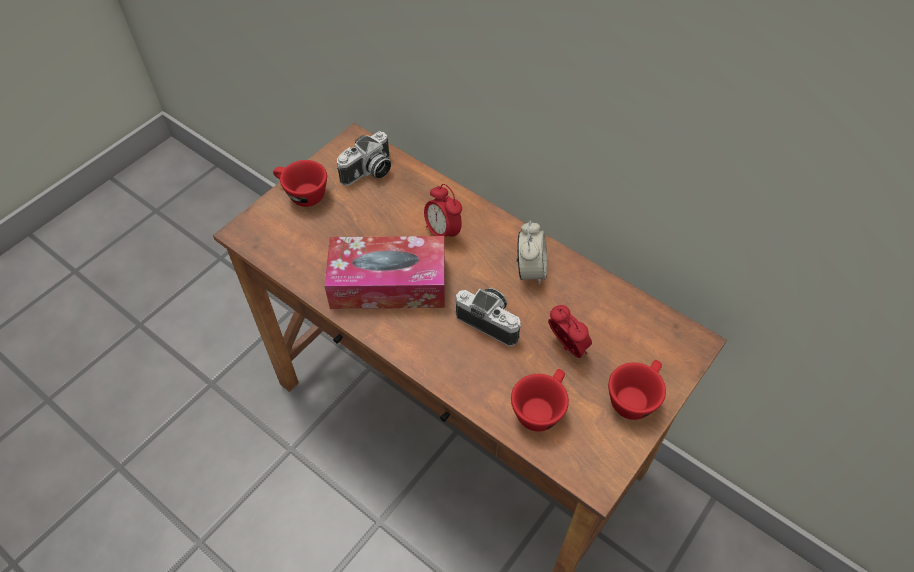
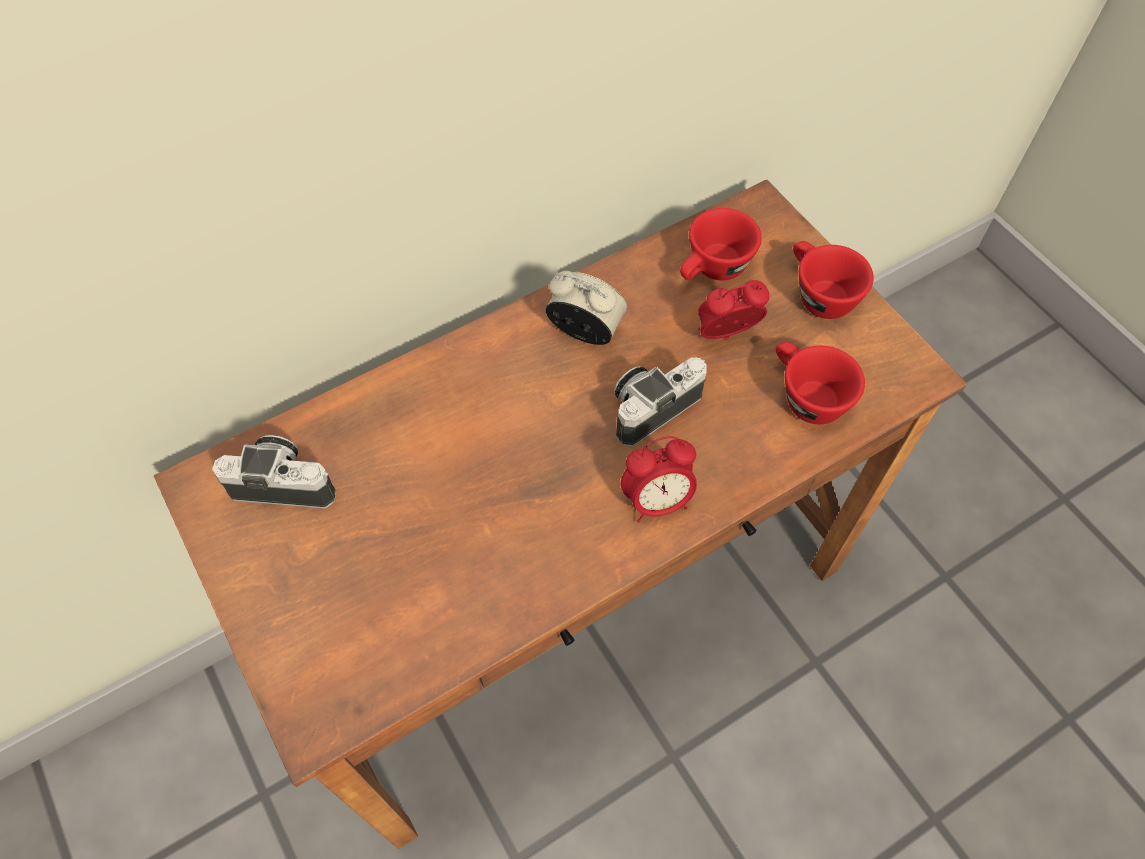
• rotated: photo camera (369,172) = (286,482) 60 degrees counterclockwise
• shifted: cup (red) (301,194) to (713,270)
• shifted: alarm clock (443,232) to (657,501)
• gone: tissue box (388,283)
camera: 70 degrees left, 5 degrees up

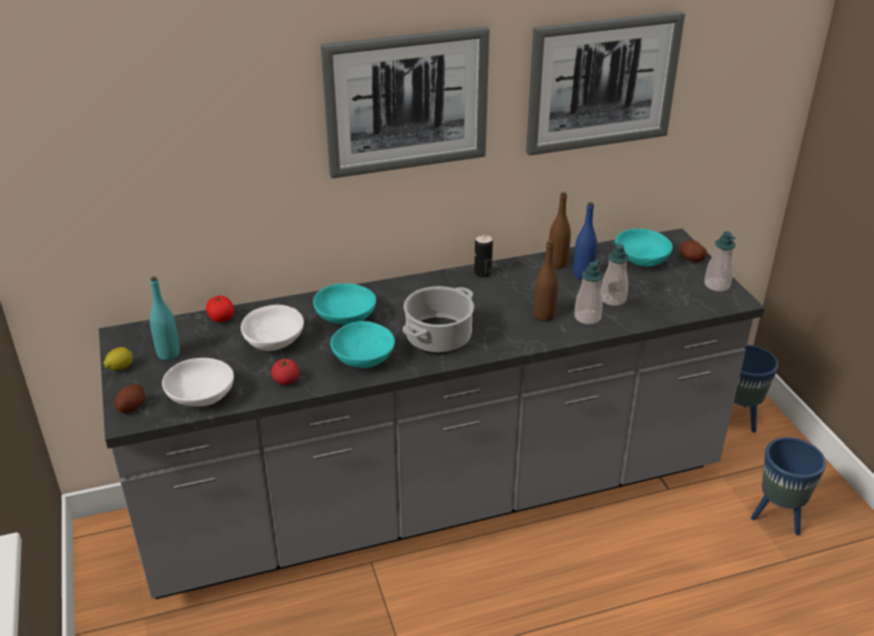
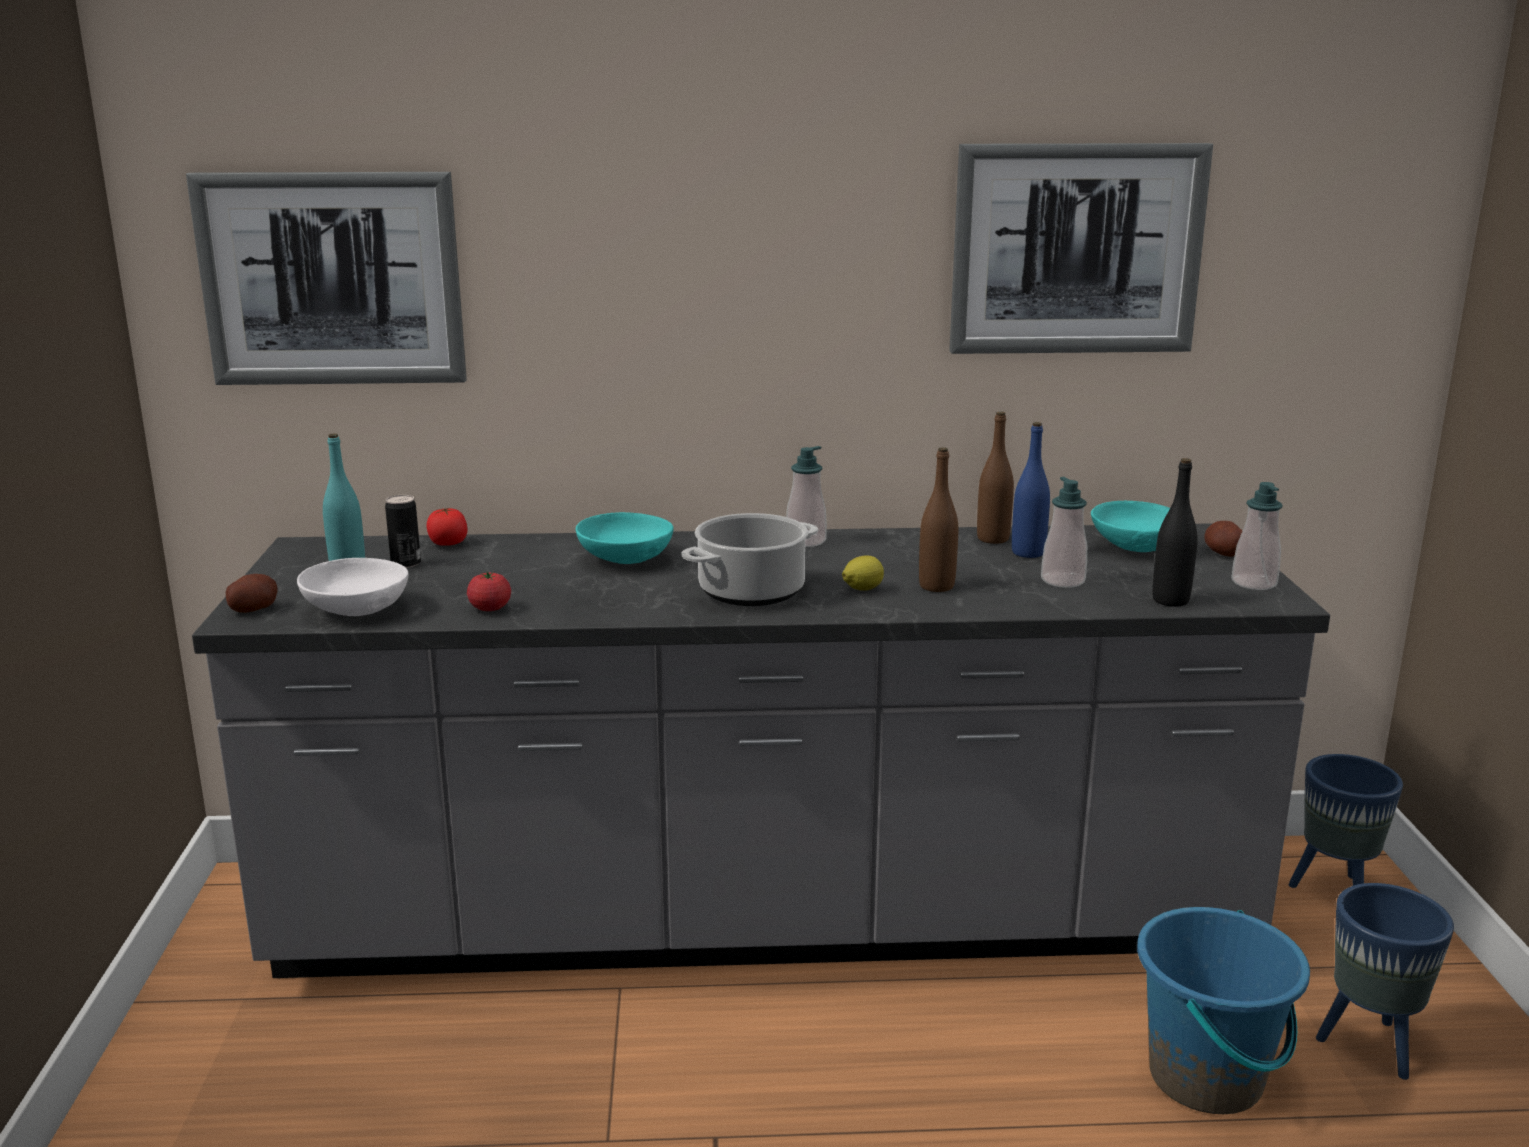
• shifted: picture (406,102) to (332,279)
• shifted: can (482,273) to (406,563)
• shifted: soap dispenser (587,317) to (805,541)
• gone: bowl (white) (275,342)
• gone: bowl (turquoise) (362,359)
• shifted: lemon (120,368) to (862,589)
• new: bottle (black) (1170,600)
• new: bucket (blue) (1207,1078)
camera: 15 degrees right, 15 degrees down

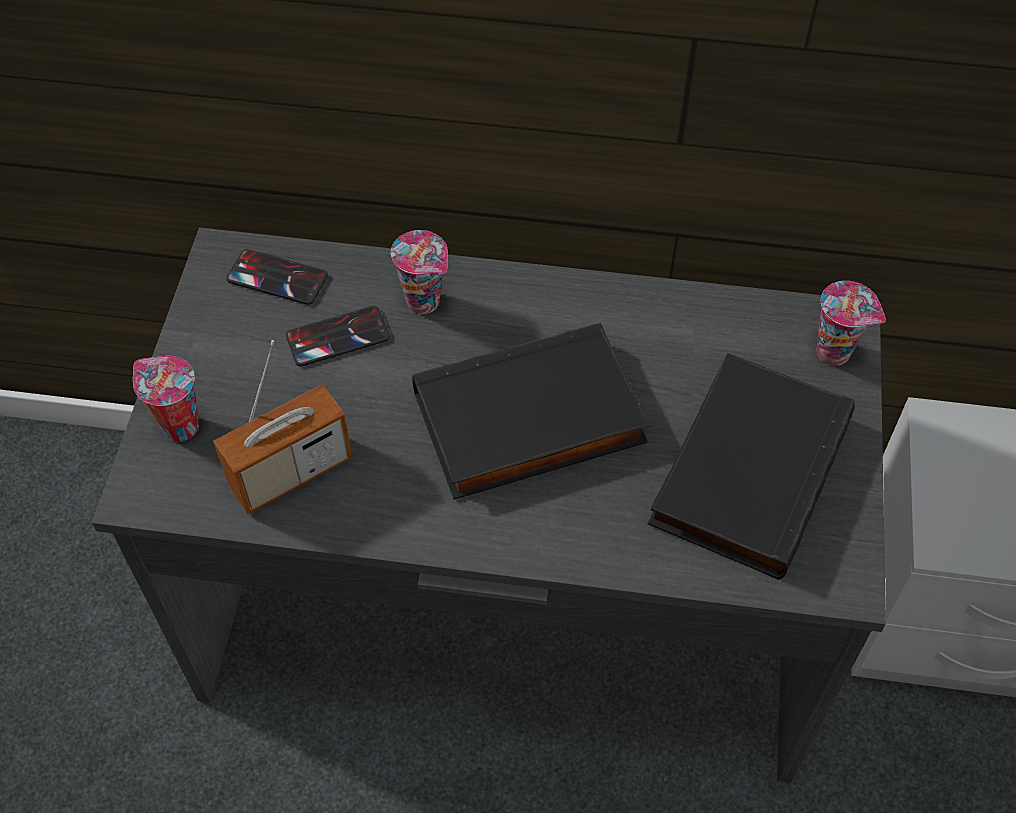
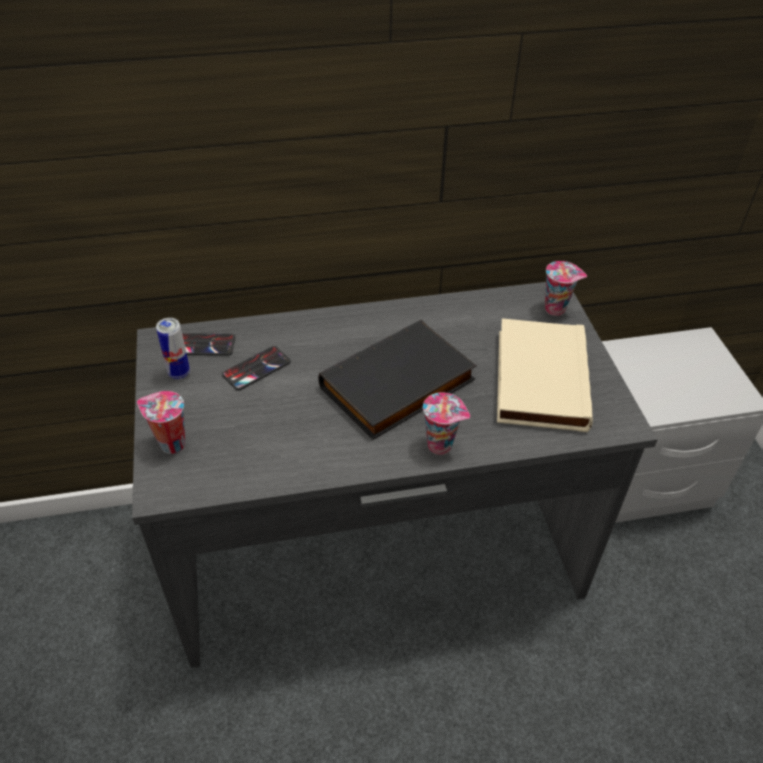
• shifted: cup (425,302) to (441,445)
• gone: radio (291,473)
• repainted: book (black) (746,467) to book (beige) (537,378)
• new: can (179,373)
camera: 20 degrees left, 10 degrees down

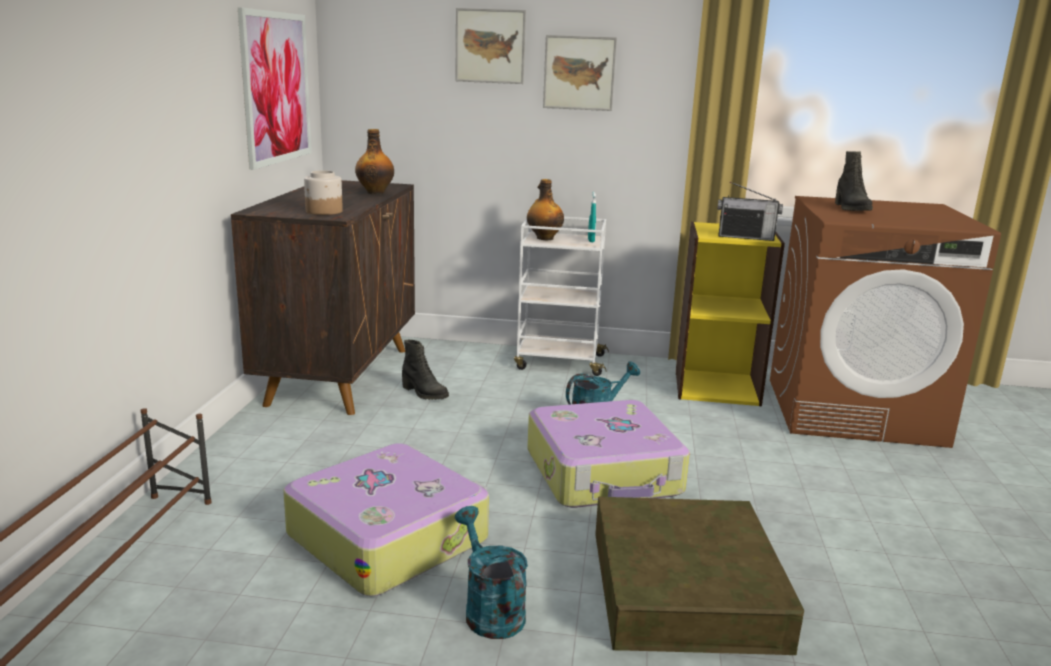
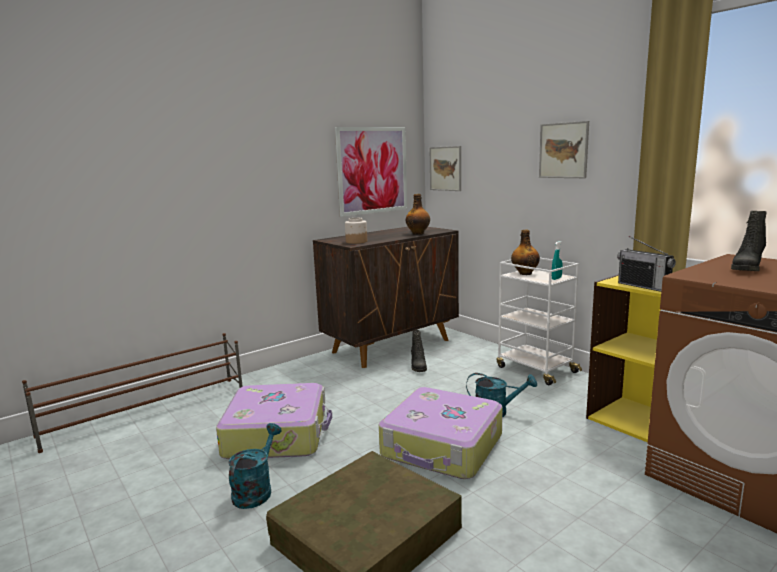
• shifted: picture (490,46) to (445,168)
camera: 45 degrees right, 5 degrees down

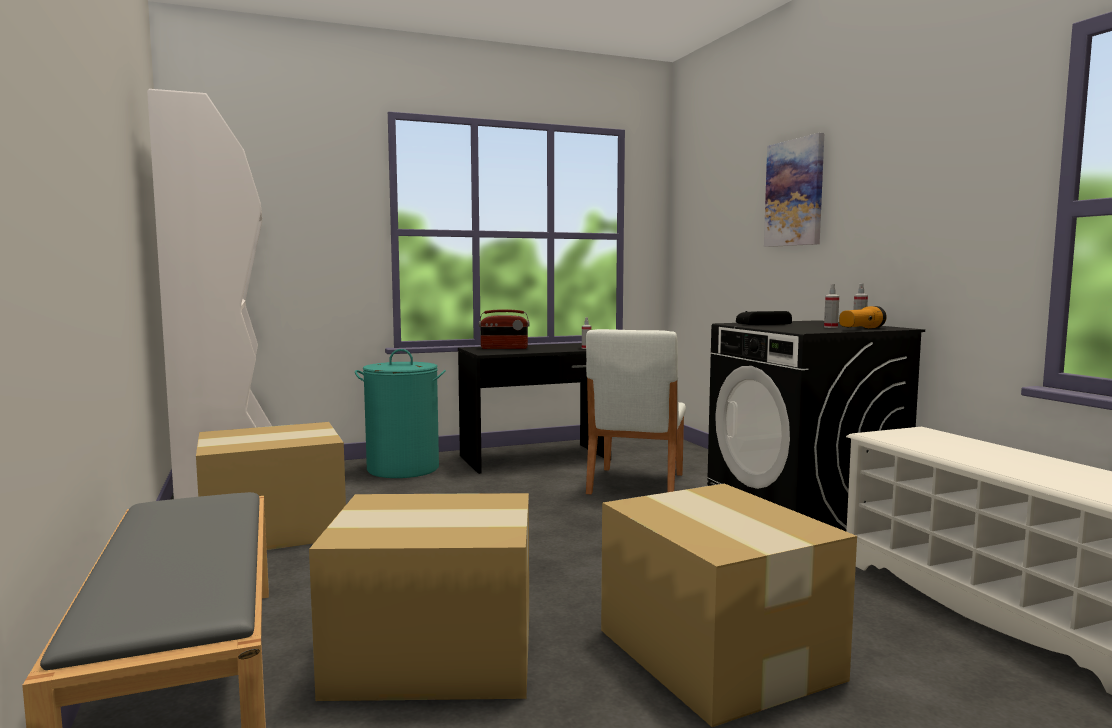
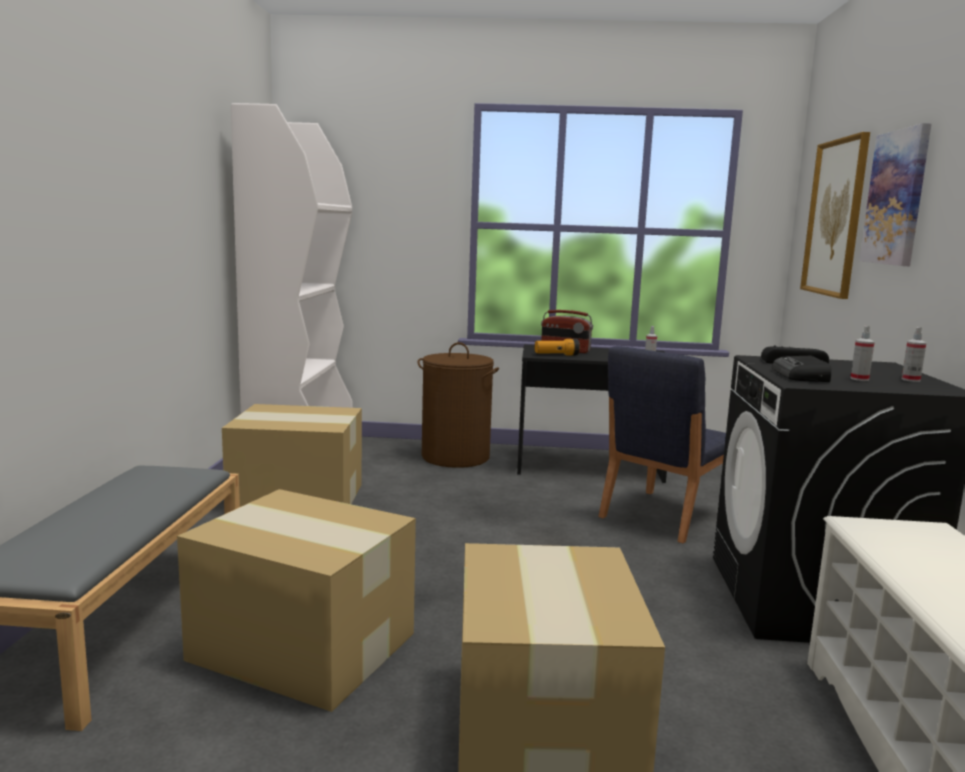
• shifted: flashlight (861,329) to (556,355)
• repainted: chair (white) (635,484) to chair (blue) (662,516)
• repainted: laundry basket (turquoise) (403,469) to laundry basket (brown) (455,457)
• new: picture (835,218)
• new: radio (801,376)
camera: 25 degrees right, 5 degrees up

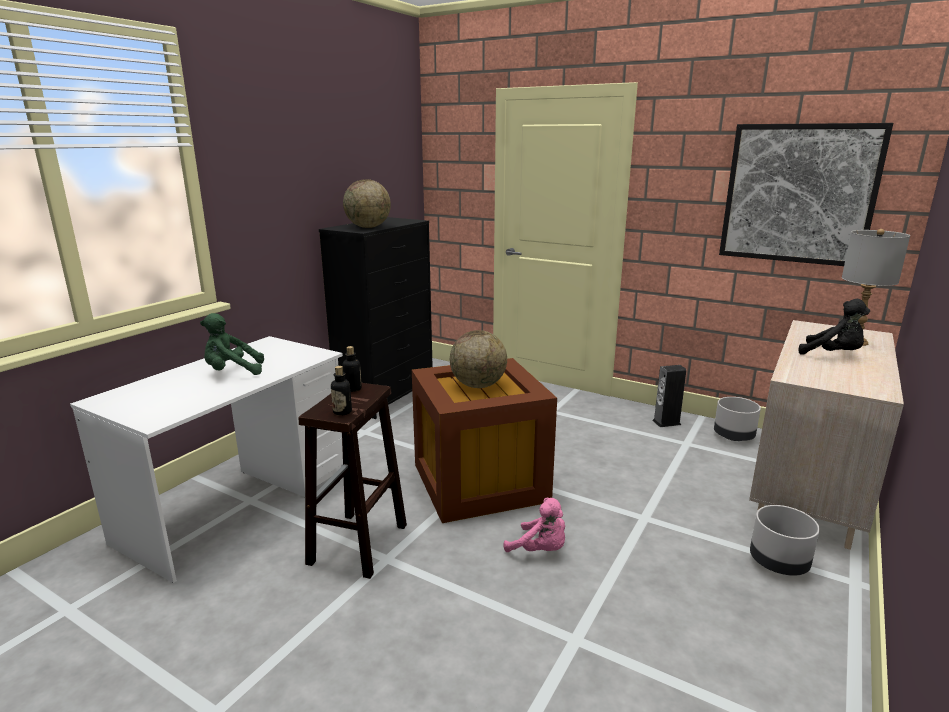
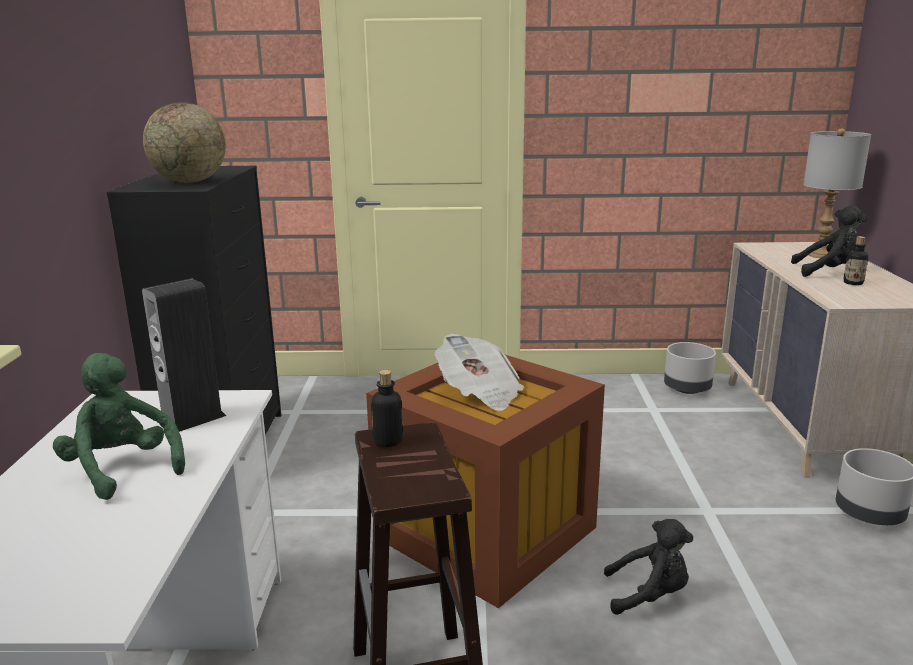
• gone: picture (798,194)
• rotated: plush toy (green) (232,372) = (122,469) 90 degrees clockwise
• swapped: globe (478,385) to newspaper (480,393)
• shifted: speaker (666,422) to (192,418)
• shifted: bottle (342,412) to (853,283)
• repainted: plush toy (pink) (540,550) to plush toy (black) (649,595)
camera: 30 degrees left, 0 degrees up

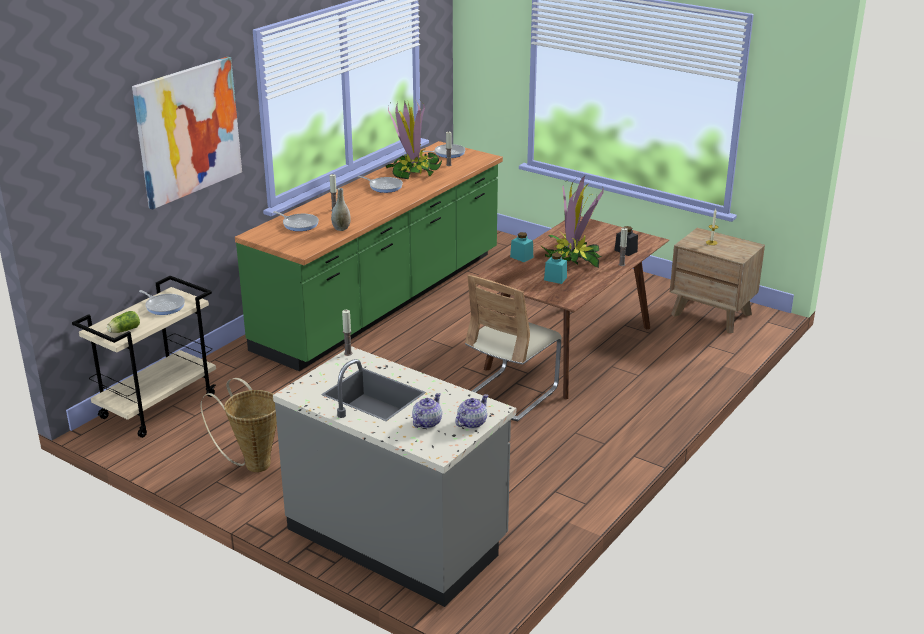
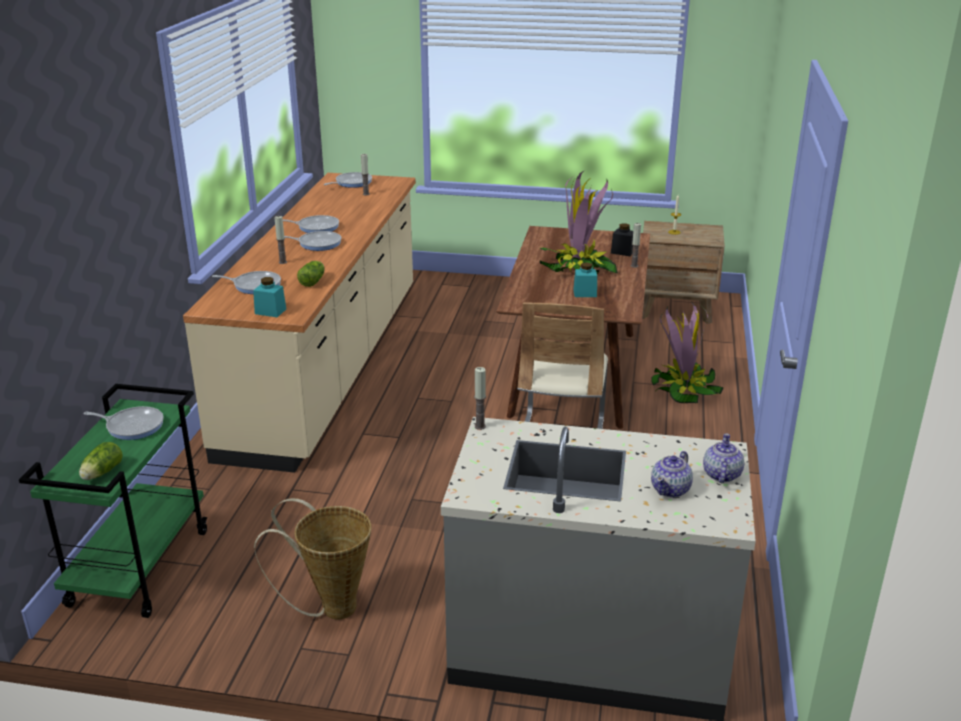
• gone: picture (188,131)
• shifted: potted plant (413,171) to (683,389)
• repainted: counter (green) (383,301) to counter (beige) (328,367)
• swapped: vase (grey) (341,228) to lettuce (313,281)
• shifted: jar (turquoise) (521,257) to (270,311)
• repainted: cart (beige) (158,406) to cart (green) (139,566)
• rotated: teapot (426,423) = (671,489) 150 degrees counterclockwise
• new: frying pan (317,244)
camera: 25 degrees left, 0 degrees up

